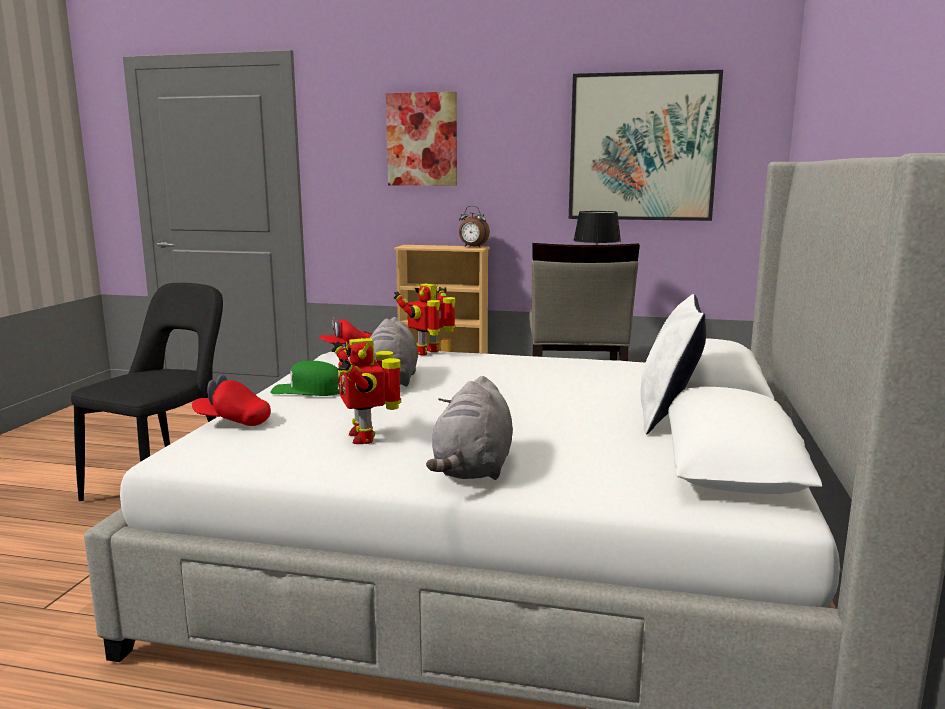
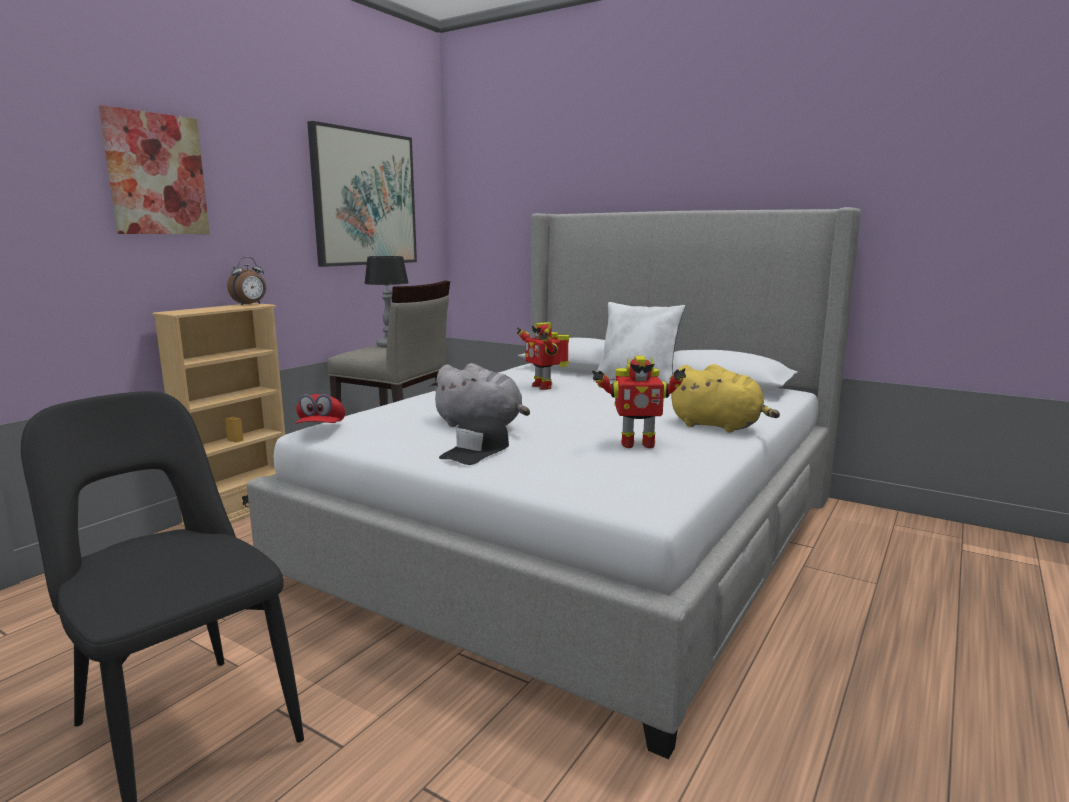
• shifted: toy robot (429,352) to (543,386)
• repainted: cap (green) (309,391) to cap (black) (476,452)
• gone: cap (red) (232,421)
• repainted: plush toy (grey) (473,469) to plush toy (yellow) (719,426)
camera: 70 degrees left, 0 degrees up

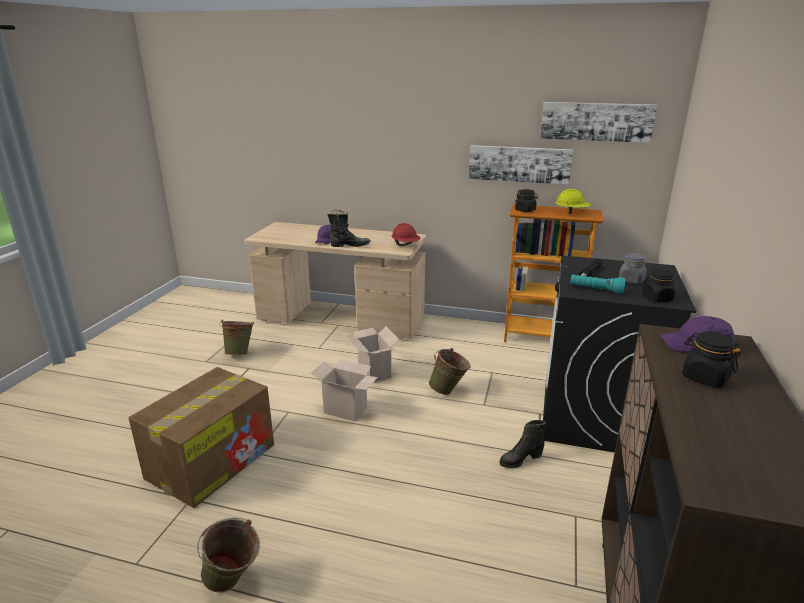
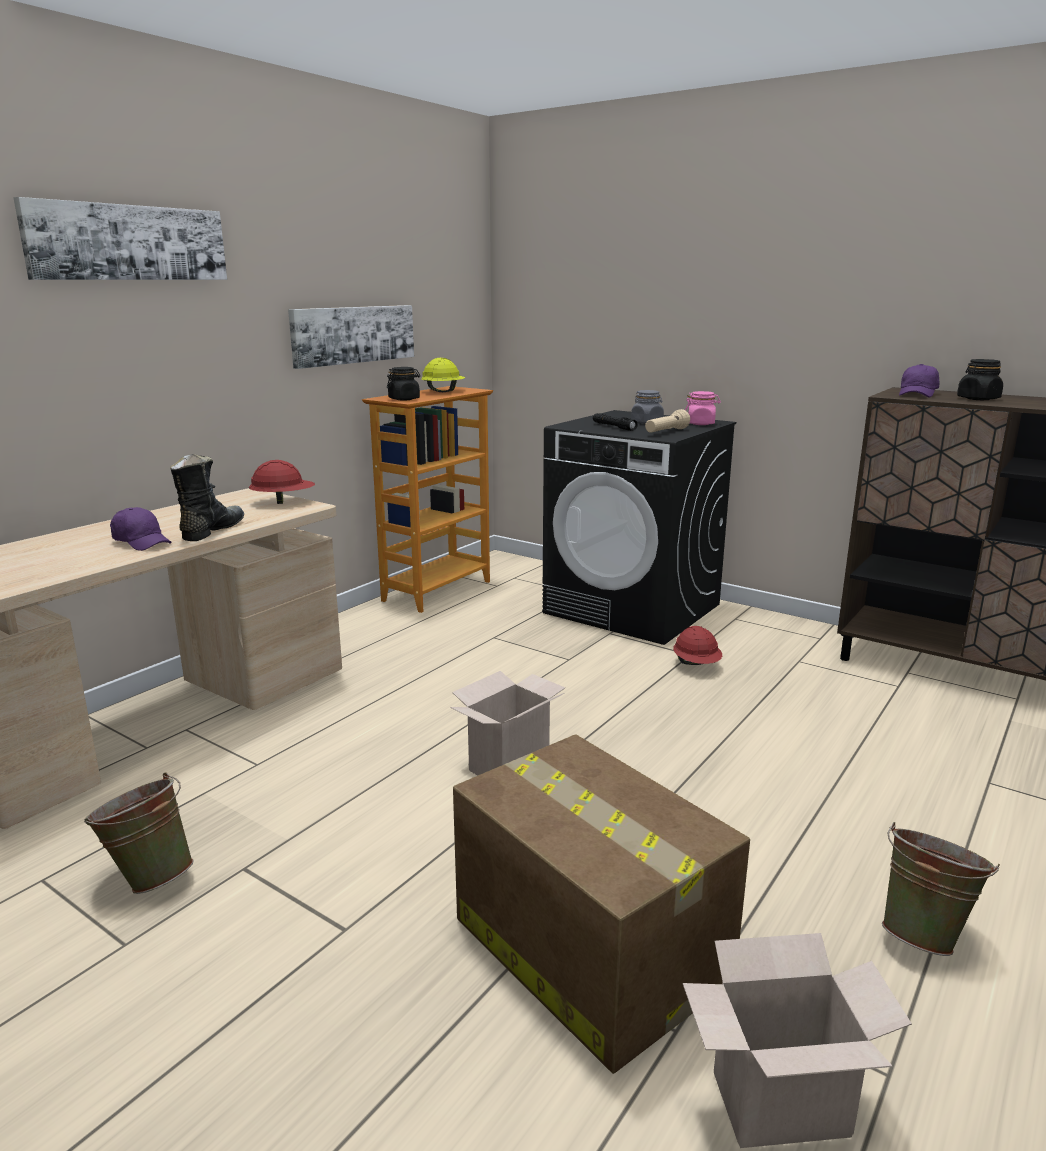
• shifted: picture (596,121) to (128,243)
• repainted: jar (black) (657,298) to jar (pink) (701,424)
• repainted: flashlight (turquoise) (596,290) to flashlight (beige) (666,432)
• shifted: cardboard box (373,372) to (778,1108)
• gone: bucket (green) (449,391)
• swapped: boot (black) (520,460) to hard hat (red) (696,665)
camera: 70 degrees left, 5 degrees down

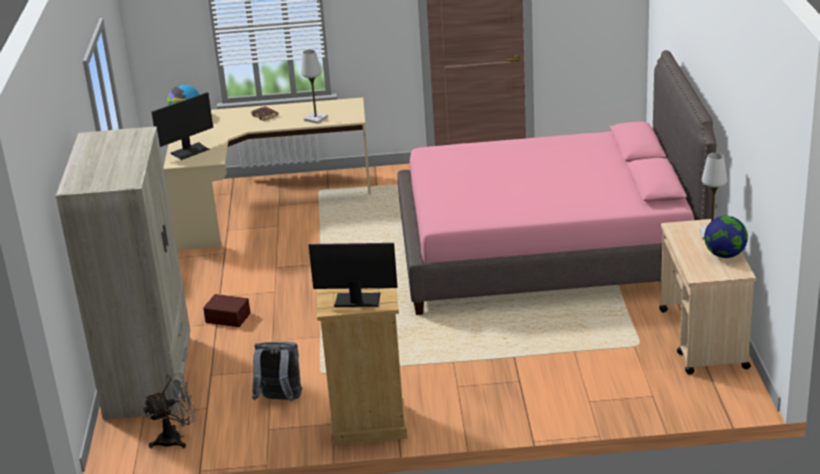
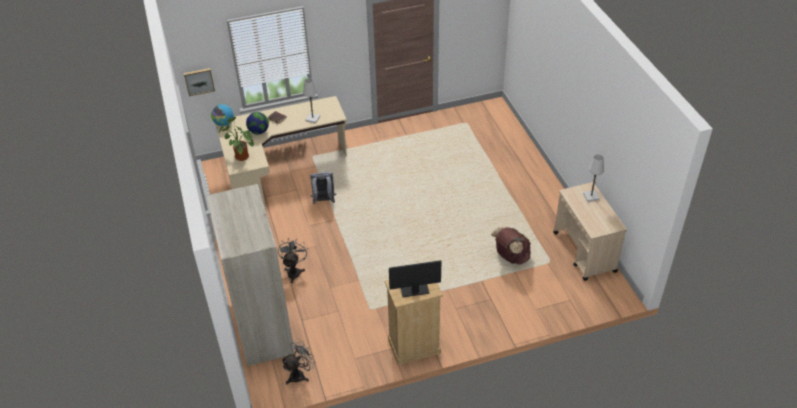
• gone: bed (pink) (547,253)
• swapped: monitor (190,151) to potted plant (240,156)
• shifted: globe (724,255) to (259,132)
• swapped: storage box (brown) (228,317) to fan (grey) (294,271)
• shifted: backpack (grey) (280,400) to (324,201)
• new: picture (199,81)
• new: backpack (brown) (510,257)
camera: 15 degrees left, 15 degrees up

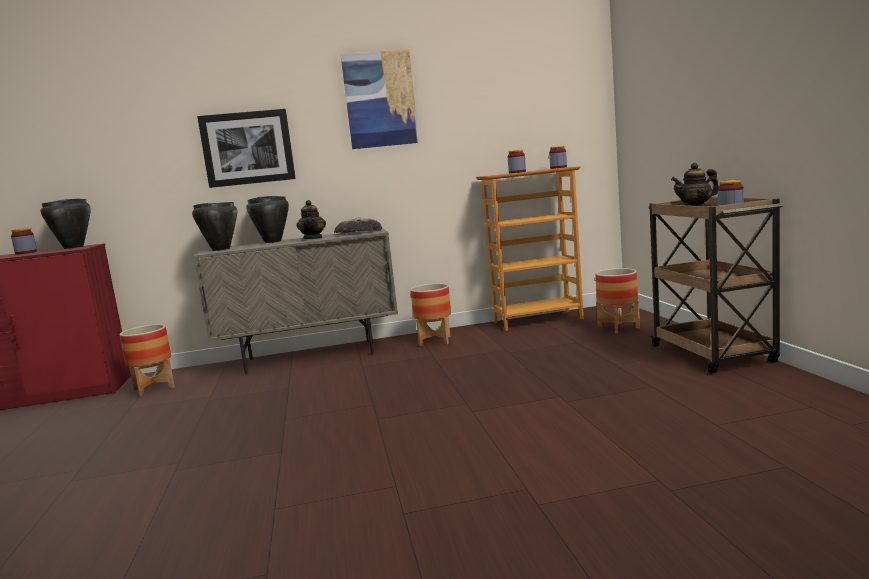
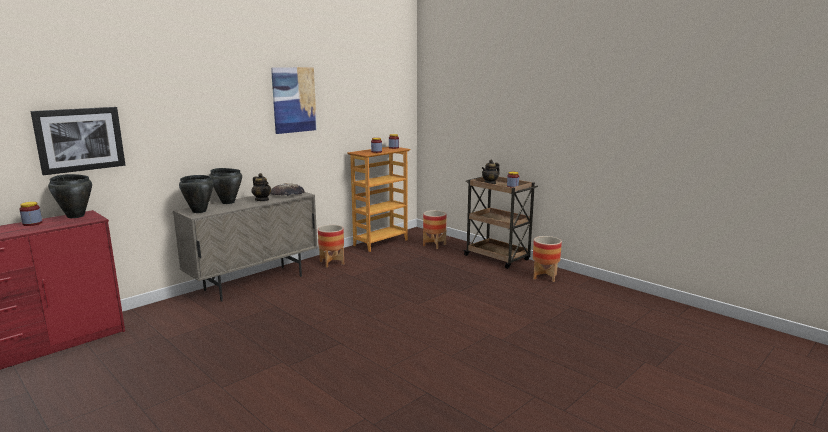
• shifted: picture (247,148) to (80,139)
• shifted: planter (154,388) to (544,277)
camera: 35 degrees left, 5 degrees up

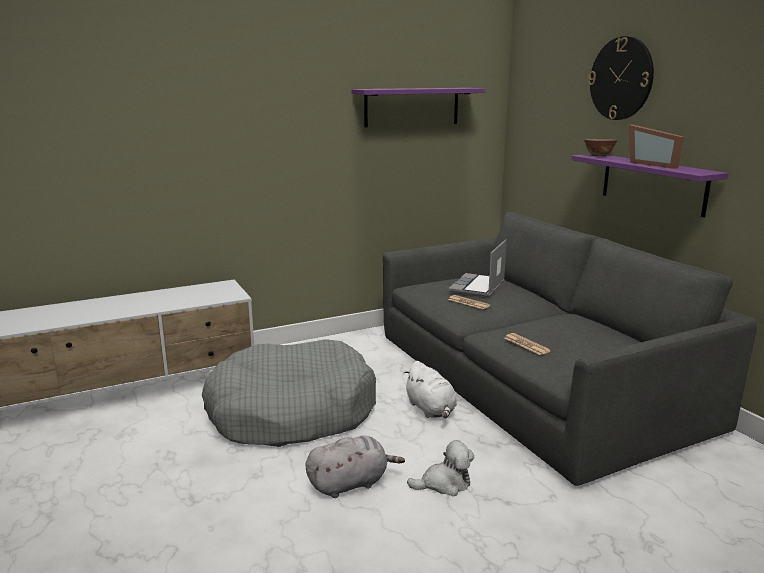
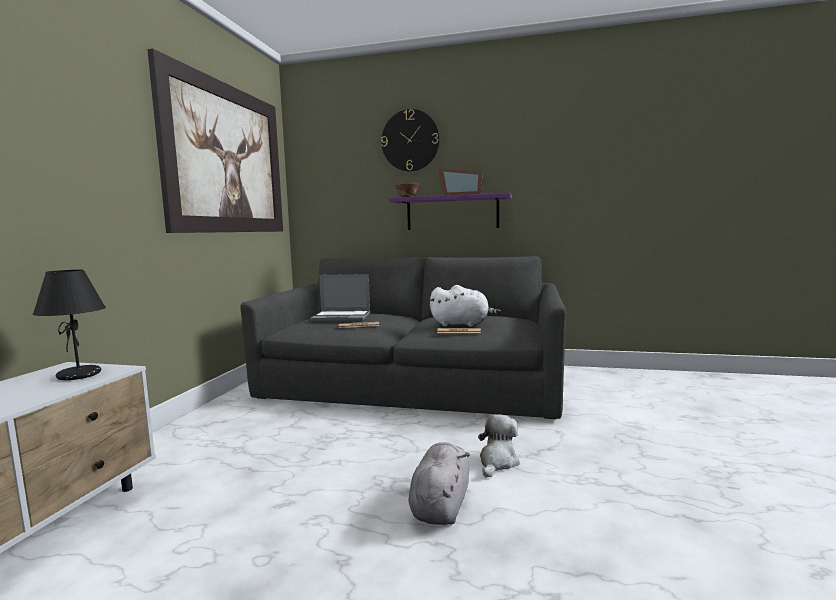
• swapped: shelf (purple) (412,107) to picture (227,159)
• rotated: laptop (477,287) = (342,317) 60 degrees counterclockwise
• gone: dog bed (grey) (291,412)
• shifted: plush toy (white) (431,410) to (462,324)
• new: table lamp (black) (79,375)
camera: 50 degrees left, 10 degrees down

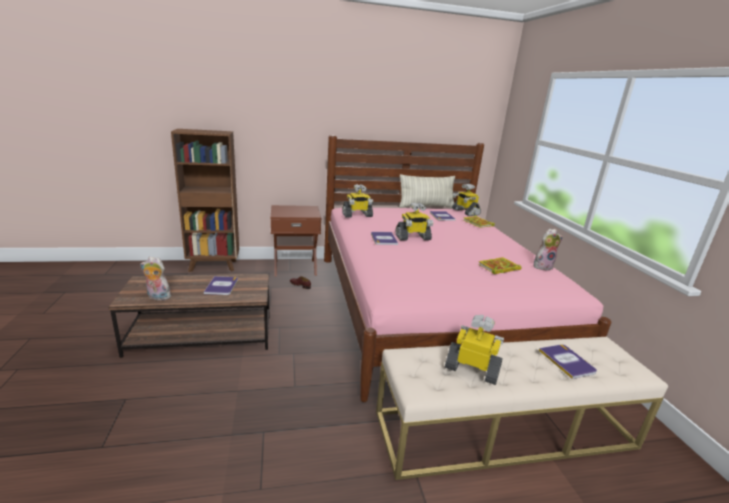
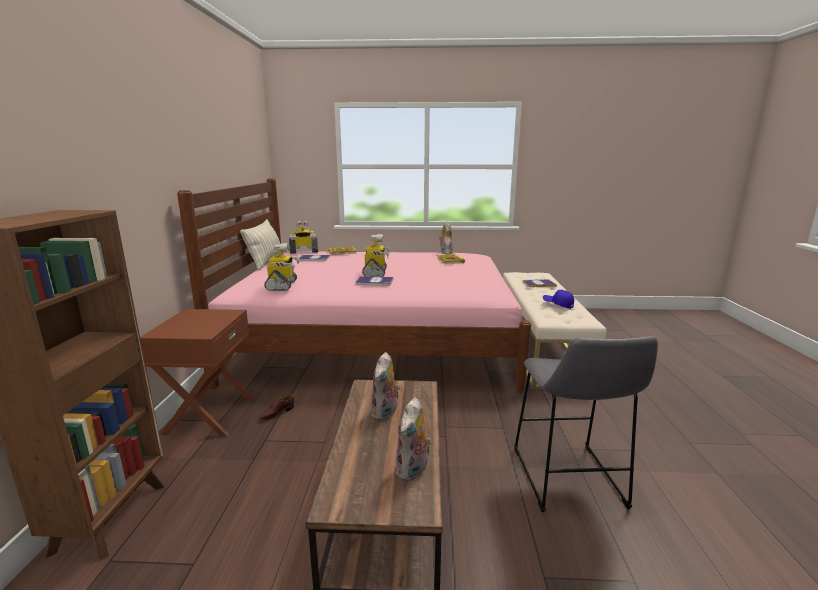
• swapped: book (221,286) to plush toy (386,413)
• swapped: toy robot (472,369) to cap (blue) (558,304)
• new: stool (grey) (568,481)
camera: 75 degrees left, 5 degrees down

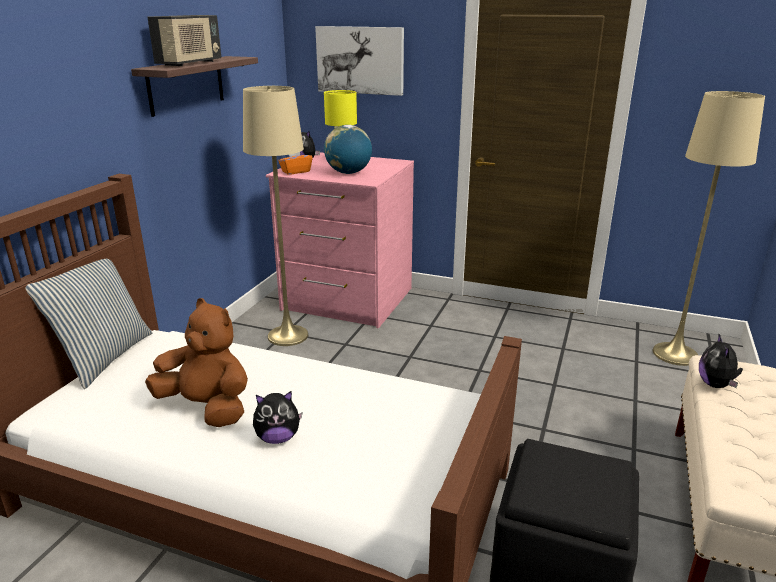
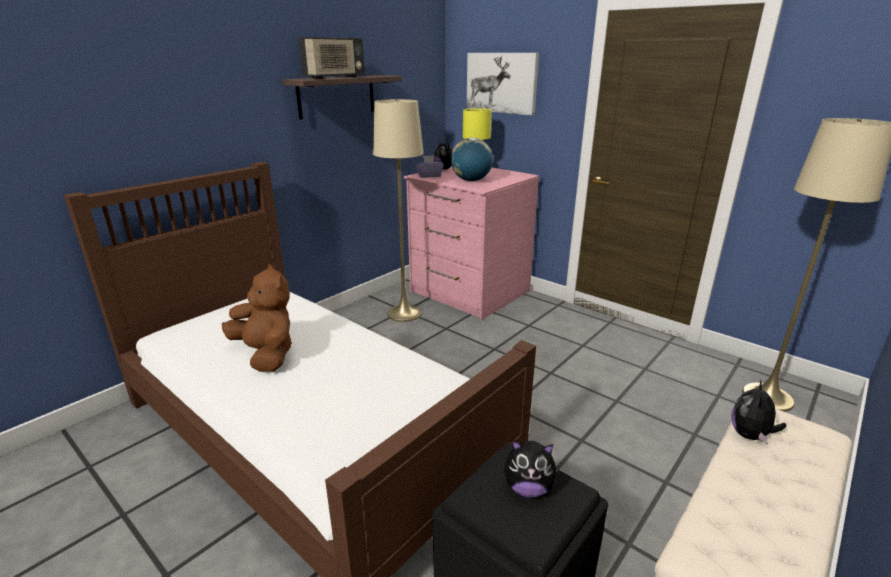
• repainted: tissue box (orange) (296,171) to tissue box (purple) (429,176)
• gone: pillow (104,357)
• shifted: plush toy (278,438) to (528,488)
camera: 20 degrees right, 0 degrees up

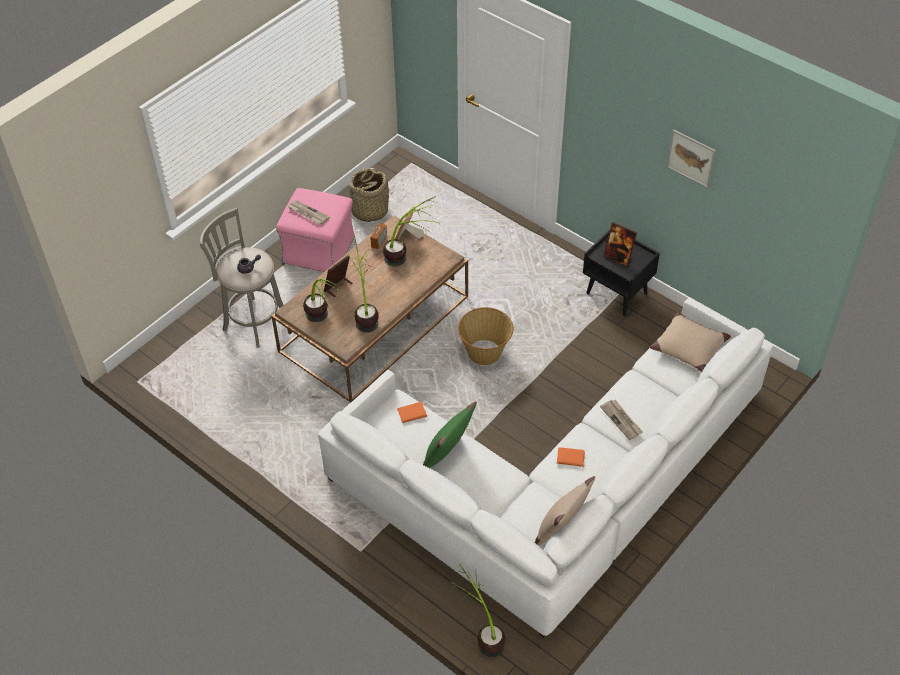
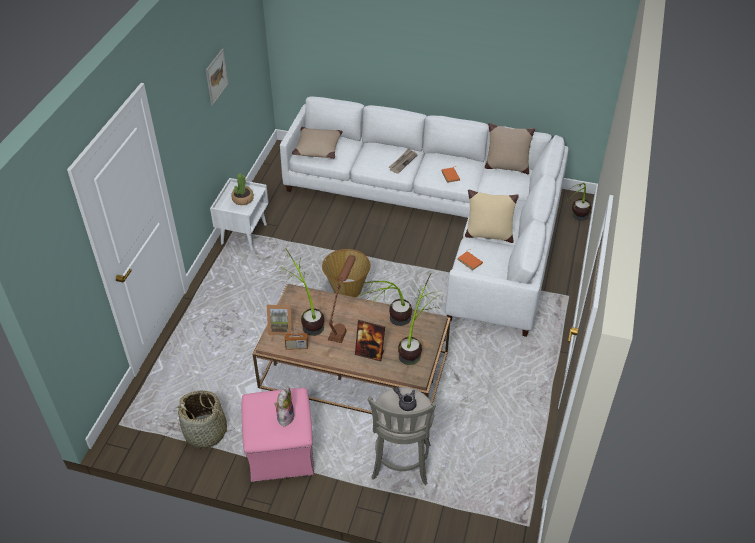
• swapped: newspaper (307,213) to plush toy (285,416)
• swapped: picture frame (618,257) to potted plant (242,199)
• repainted: nightstand (black) (617,293) to nightstand (white) (243,233)
• repainted: pillow (green) (448,453) to pillow (beige) (488,234)
• new: table lamp (brown) (342,323)
camera: 115 degrees left, 5 degrees down

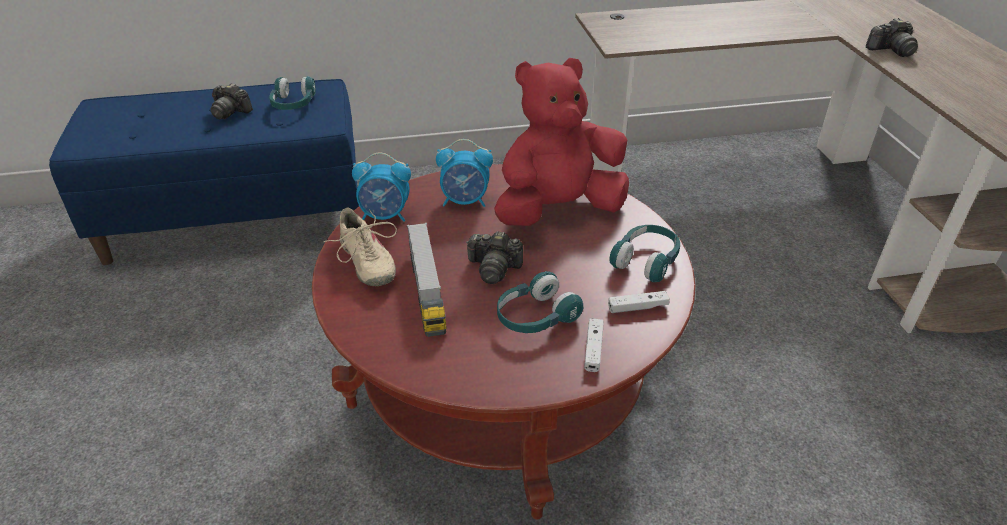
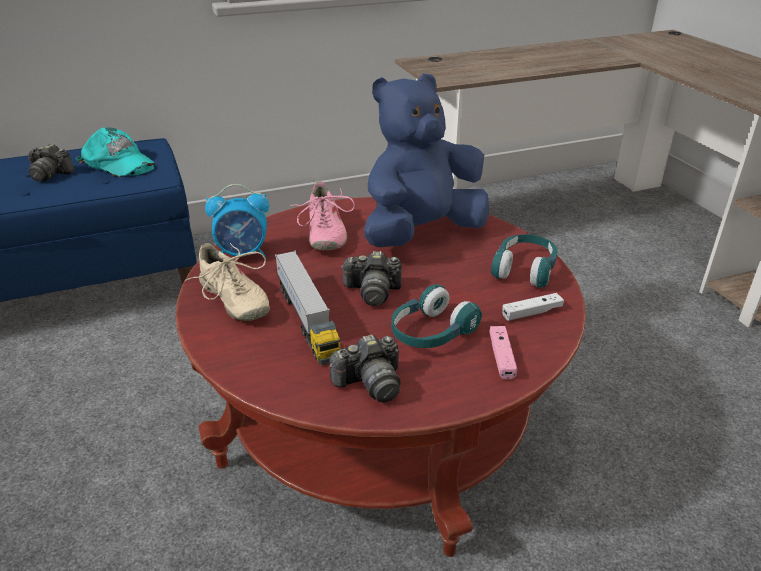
• shifted: photo camera (891,50) to (370,383)
• repainted: plush toy (red) (558,210) to plush toy (blue) (421,233)
• swapped: headphones (turquoise) (293,104) to cap (turquoise) (118,163)
• swapped: alarm clock (465,201) to shoe (pink) (324,233)
• repainted: game controller (white) (593,349) to game controller (pink) (501,357)
camera: 10 degrees left, 5 degrees down

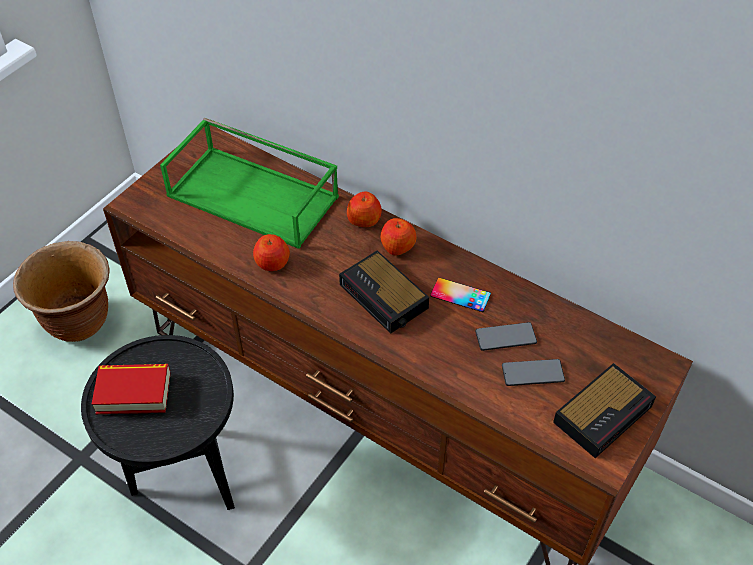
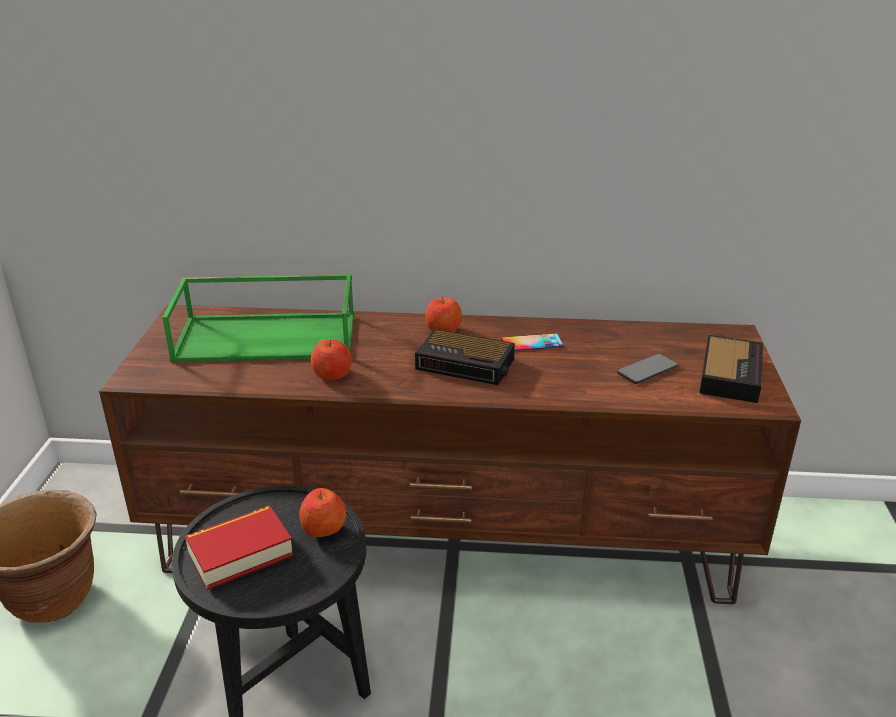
• shifted: apple (364,220) to (323,527)
• gone: phone (505,337)
camera: 30 degrees left, 20 degrees down

